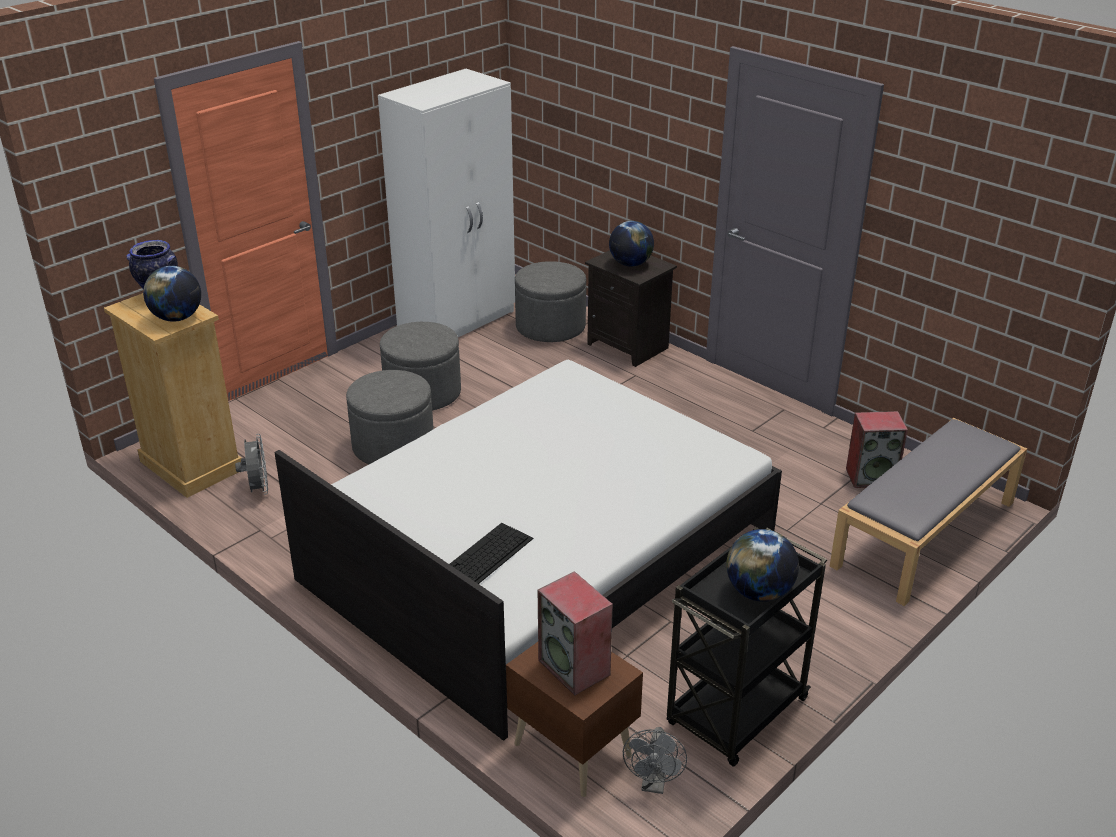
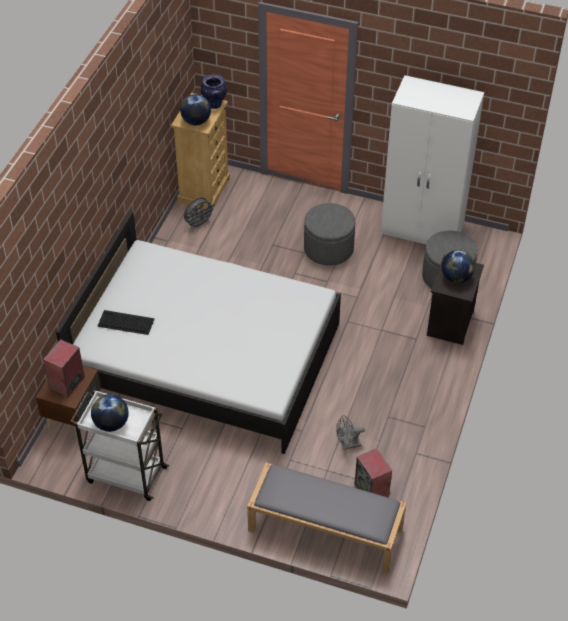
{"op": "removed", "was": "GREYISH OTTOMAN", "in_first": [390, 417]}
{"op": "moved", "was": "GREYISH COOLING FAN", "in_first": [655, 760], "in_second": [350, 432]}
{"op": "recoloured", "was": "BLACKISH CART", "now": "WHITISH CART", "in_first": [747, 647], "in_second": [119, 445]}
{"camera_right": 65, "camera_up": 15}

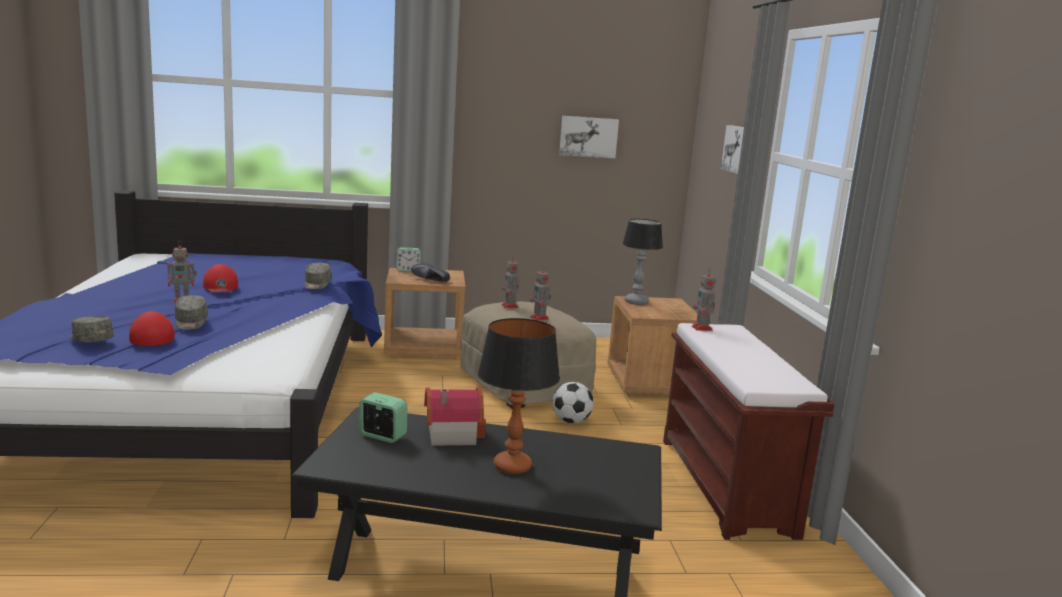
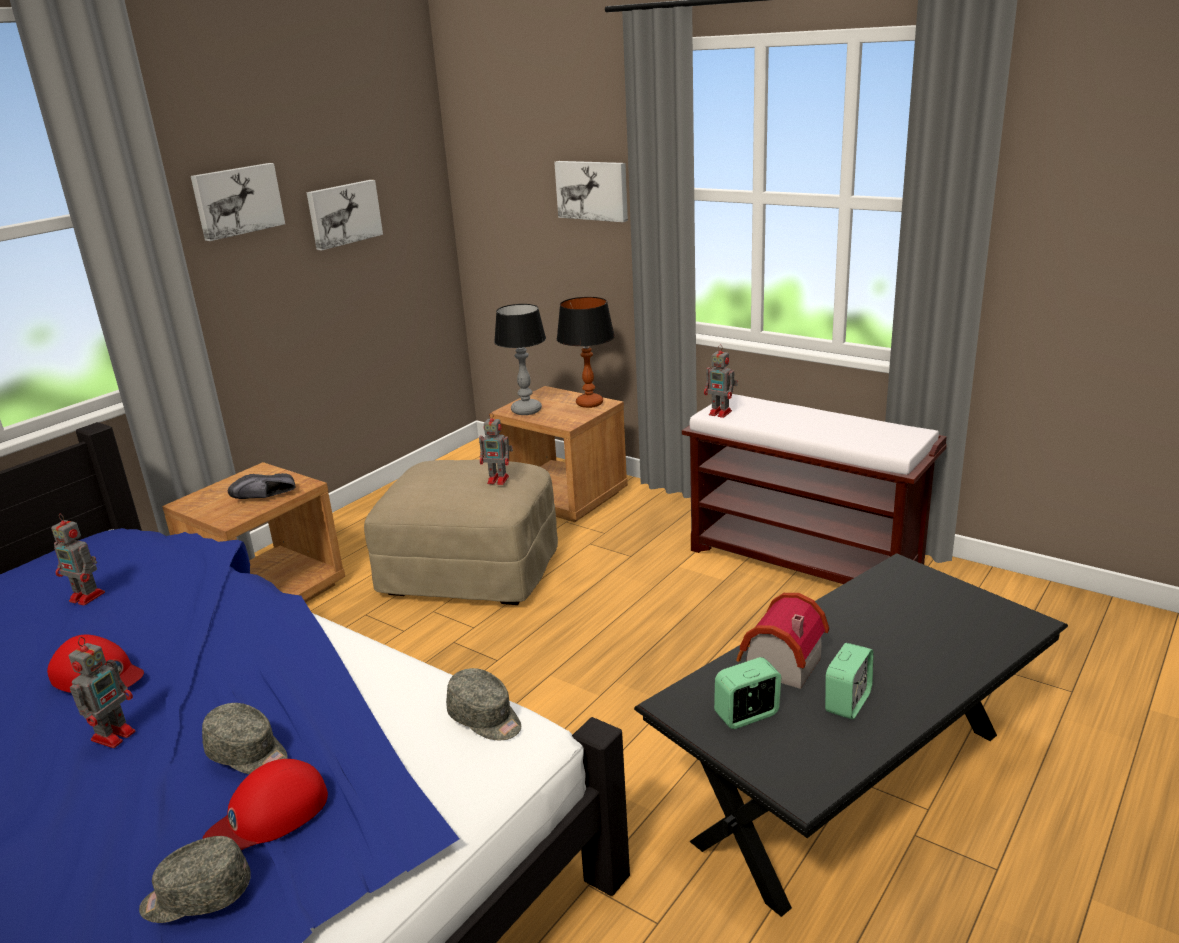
{"op": "turned", "was": "RED BASEBALL CAP", "in_first": [152, 328], "in_second": [265, 804], "clockwise": -60}
{"op": "moved", "was": "GREYISH BASEBALL CAP", "in_first": [317, 276], "in_second": [483, 704]}
{"op": "moved", "was": "ALARM CLOCK", "in_first": [408, 259], "in_second": [849, 681]}
{"op": "moved", "was": "TABLE LAMP", "in_first": [519, 396], "in_second": [586, 352]}
{"op": "moved", "was": "TOY ROBOT", "in_first": [510, 282], "in_second": [78, 559]}
{"op": "removed", "was": "FOOTBALL BALL", "in_first": [573, 402]}
{"op": "added", "now": "WALL ART", "in_second": [238, 202]}
{"camera_right": -45, "camera_up": 10}

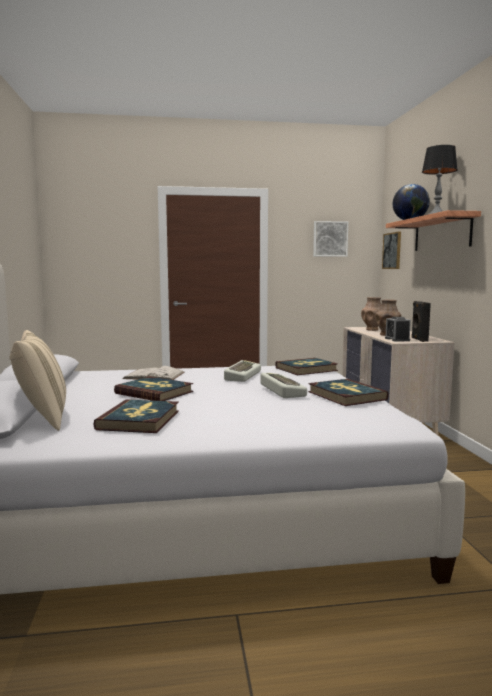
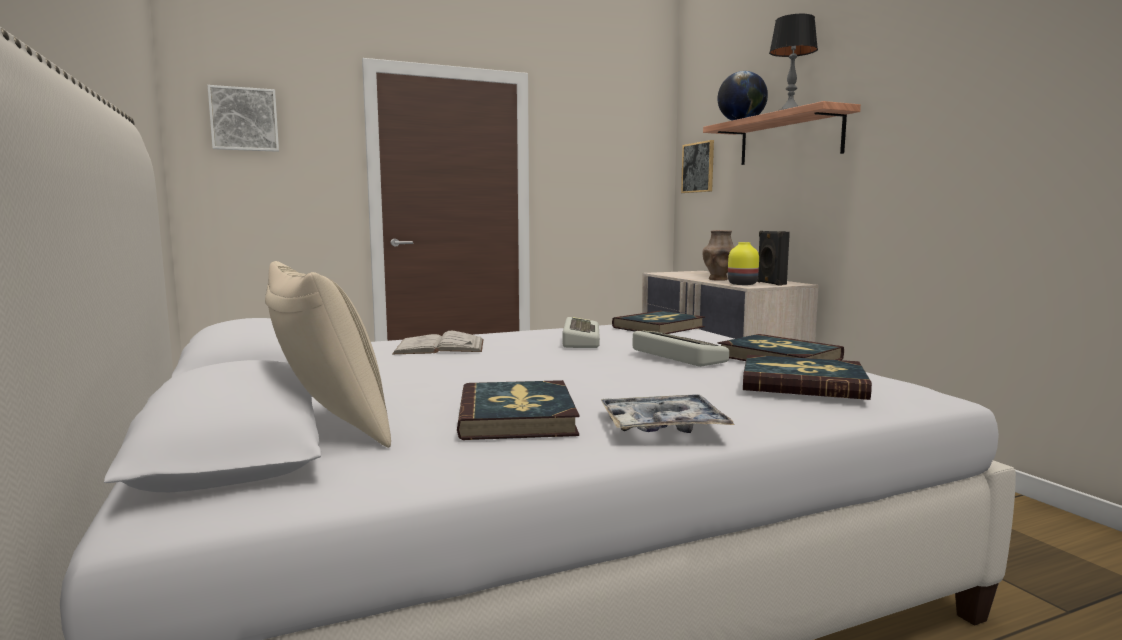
{"op": "moved", "was": "VOLUME", "in_first": [153, 389], "in_second": [807, 377]}
{"op": "moved", "was": "WALL ART", "in_first": [330, 239], "in_second": [243, 118]}
{"op": "removed", "was": "BROWN VASE", "in_first": [371, 314]}
{"op": "replaced", "was": "ALARM CLOCK", "now": "YELLOWISH VASE", "in_first": [398, 329], "in_second": [743, 263]}
{"op": "added", "now": "TRAY", "in_second": [667, 413]}
{"camera_right": -15, "camera_up": 0}

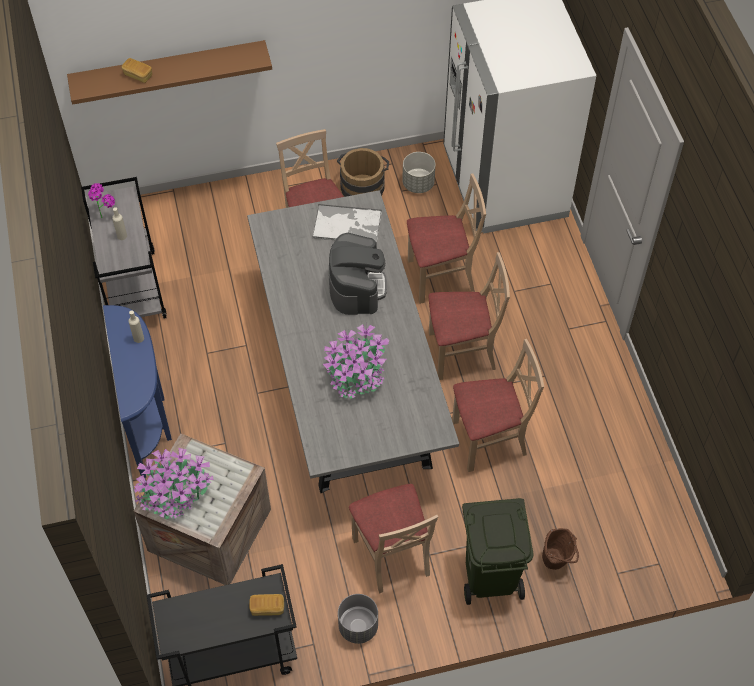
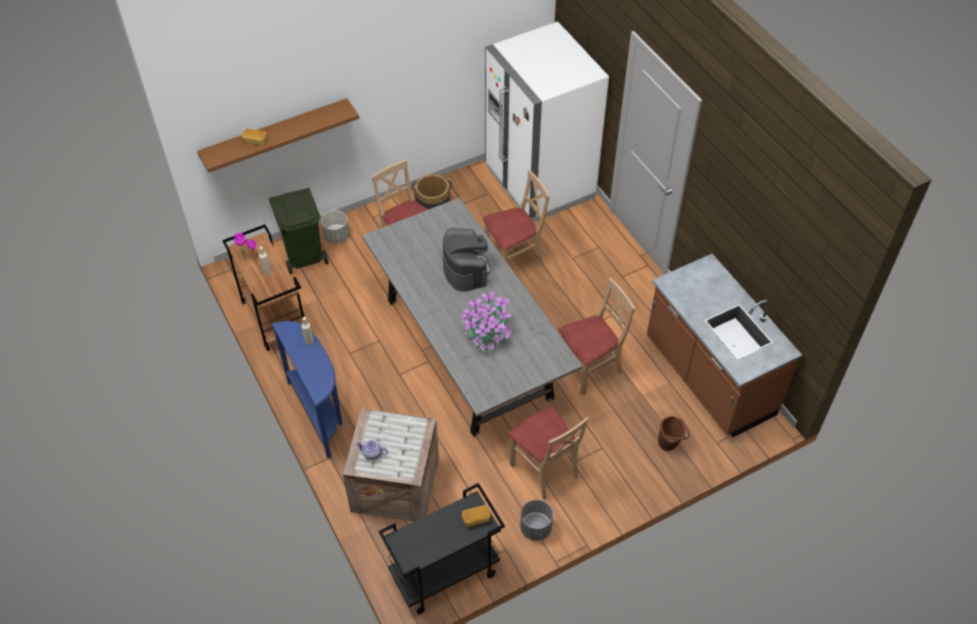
{"op": "recoloured", "was": "GREYISH CART", "now": "BROWN CART", "in_first": [124, 248], "in_second": [263, 287]}
{"op": "replaced", "was": "POTTED PLANT", "now": "TEA POT", "in_first": [174, 483], "in_second": [372, 450]}
{"op": "removed", "was": "TRAY", "in_first": [347, 224]}
{"op": "moved", "was": "GREYISH PLANTER", "in_first": [419, 172], "in_second": [335, 227]}
{"op": "removed", "was": "BEIGE-COLOURED PLAIN CHAIR", "in_first": [469, 316]}
{"op": "moved", "was": "GREENISH WASTE BIN", "in_first": [497, 551], "in_second": [298, 231]}
{"op": "added", "now": "BROWN COUNTER", "in_second": [724, 345]}
{"camera_right": -15, "camera_up": -5}

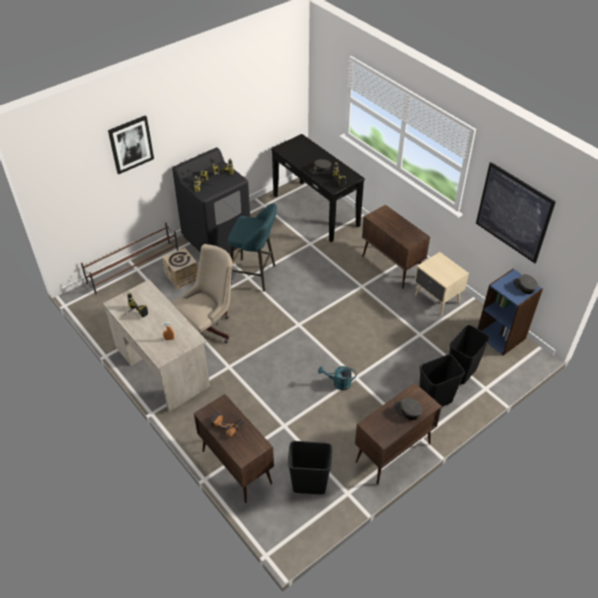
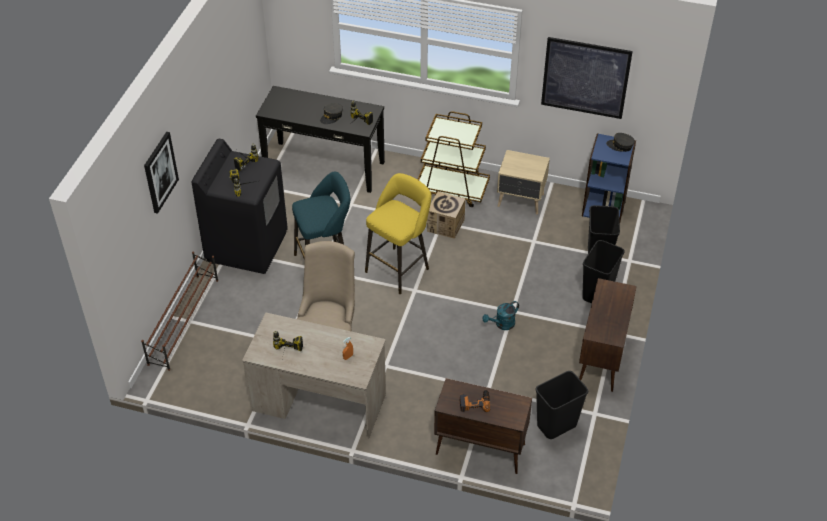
{"op": "moved", "was": "CARDBOARD BOX", "in_first": [180, 268], "in_second": [446, 215]}
{"op": "replaced", "was": "BROWN CABINET", "now": "BROWN CART", "in_first": [396, 247], "in_second": [453, 159]}
{"op": "removed", "was": "GREYISH BASEBALL CAP", "in_first": [408, 409]}
{"op": "added", "now": "YELLOWISH SITTING STOOL", "in_second": [398, 233]}
{"camera_right": -35, "camera_up": 0}

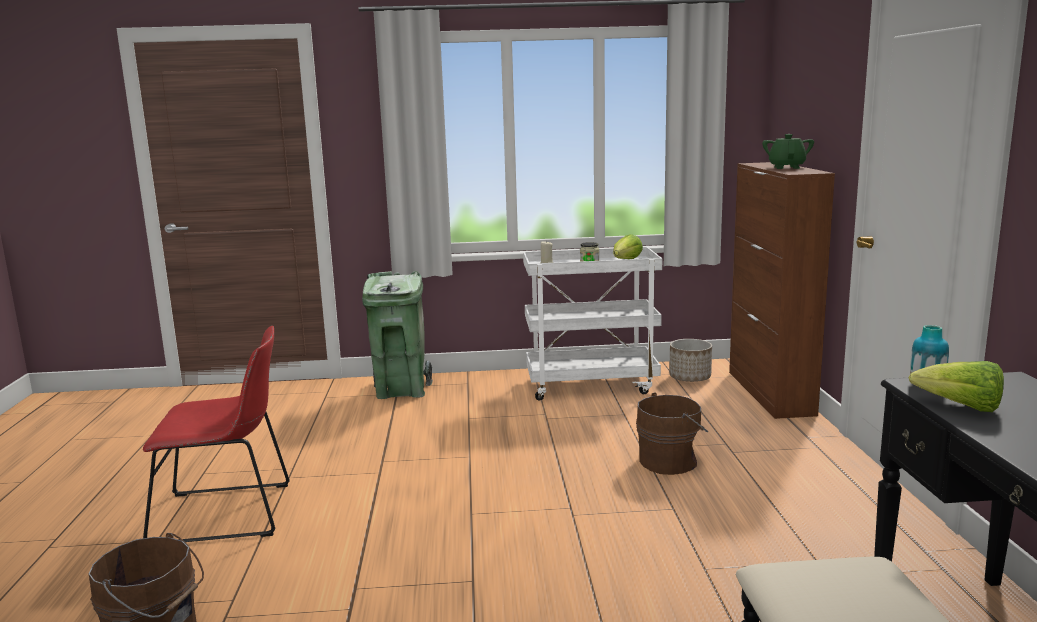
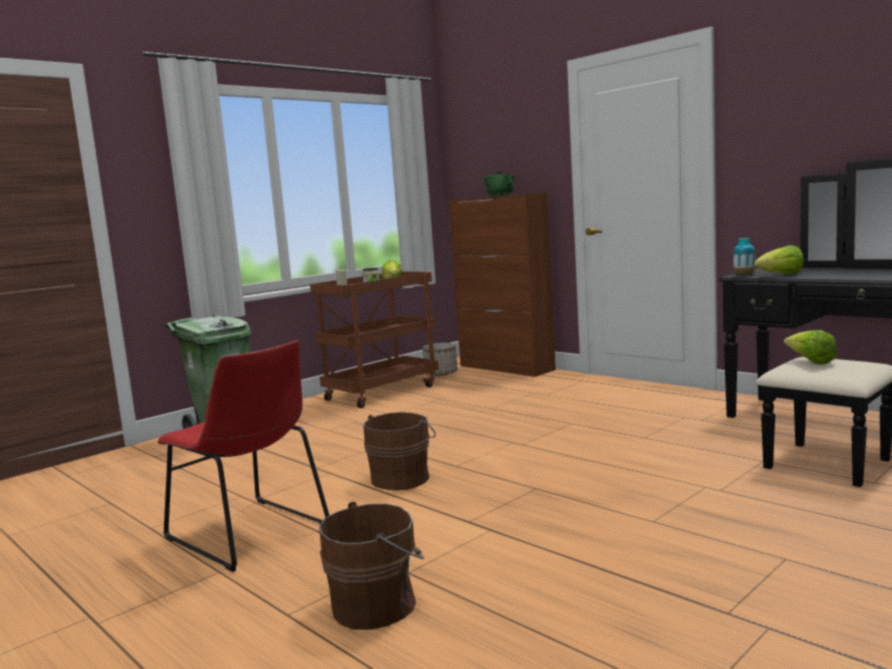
{"op": "turned", "was": "RED PLAIN CHAIR", "in_first": [216, 434], "in_second": [244, 456], "clockwise": 90}
{"op": "recoloured", "was": "WHITISH CART", "now": "BROWN CART", "in_first": [592, 323], "in_second": [374, 340]}
{"op": "moved", "was": "BROWN PAIL", "in_first": [672, 433], "in_second": [400, 451]}
{"op": "added", "now": "HEAD OF LETTUCE", "in_second": [810, 347]}
{"camera_right": -40, "camera_up": -5}

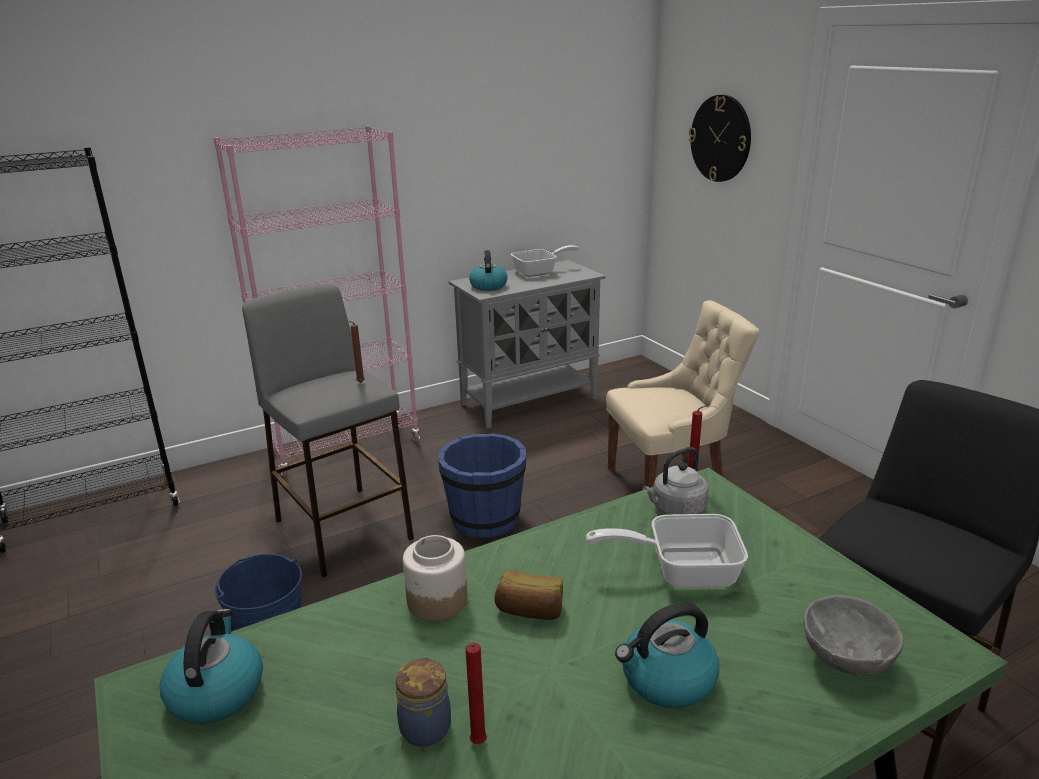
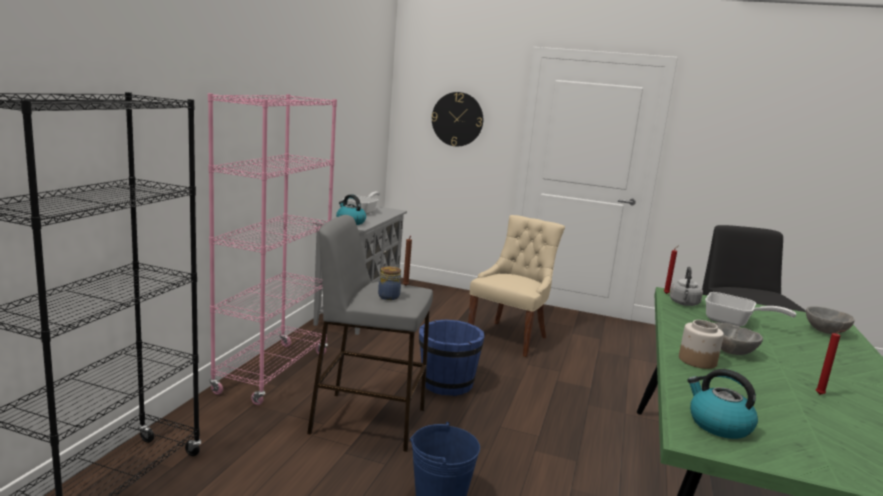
{"op": "moved", "was": "PRESERVE JAR", "in_first": [423, 702], "in_second": [389, 283]}
{"op": "replaced", "was": "BAKED BREAD", "now": "GREYISH SERVING BOWL", "in_first": [528, 595], "in_second": [738, 339]}
{"op": "turned", "was": "FRYING PAN", "in_first": [667, 551], "in_second": [750, 309], "clockwise": -105}
{"op": "removed", "was": "KETTLE", "in_first": [667, 655]}
{"camera_right": -45, "camera_up": -10}

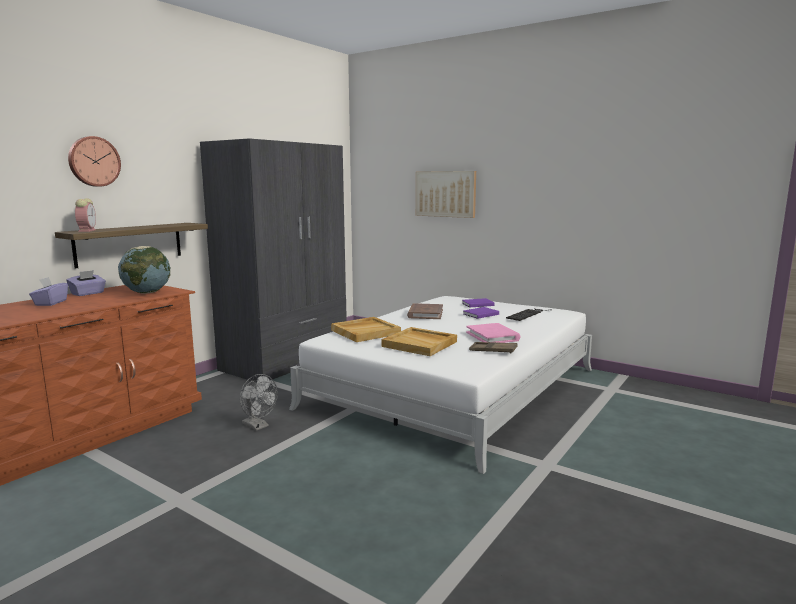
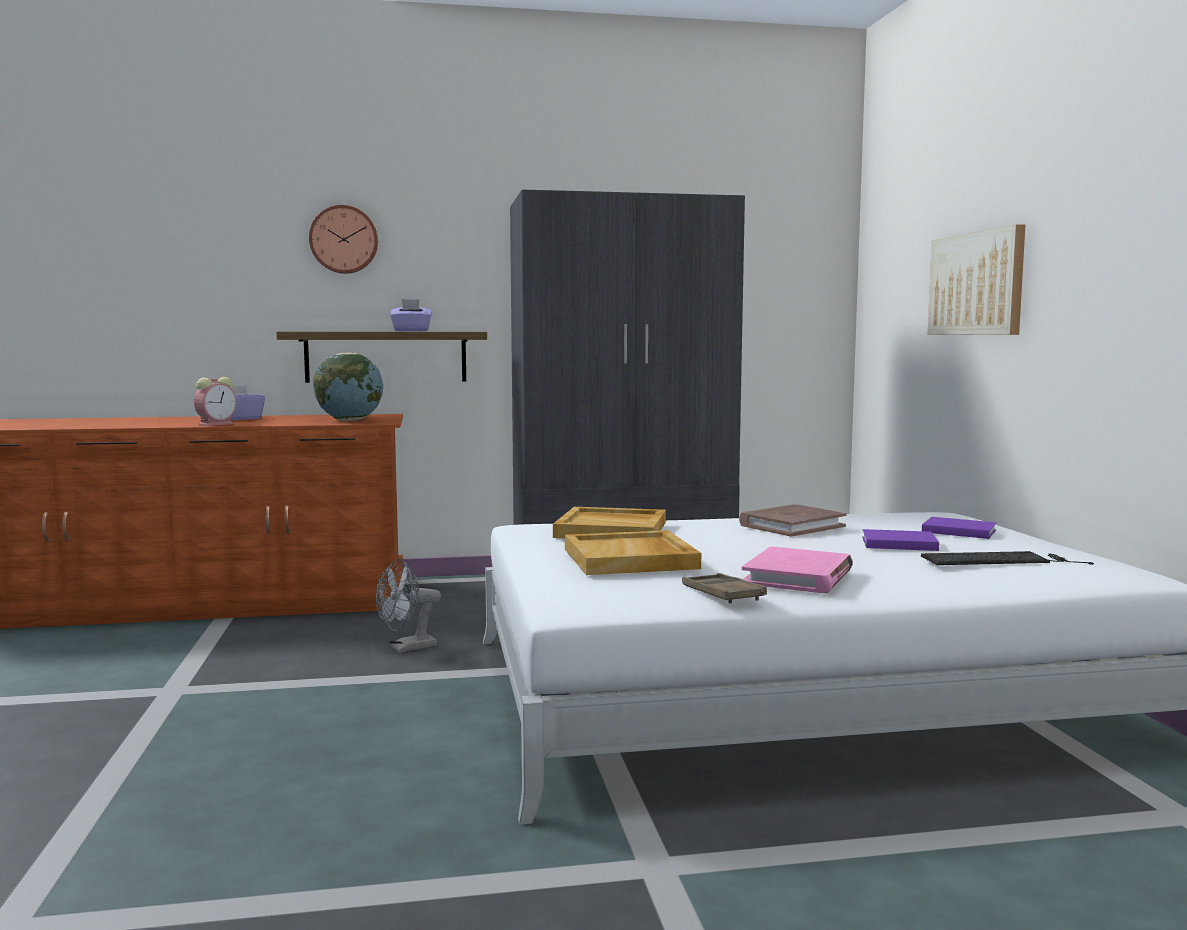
{"op": "moved", "was": "PURPLE-COLOURED TISSUE HOLDER", "in_first": [86, 283], "in_second": [411, 315]}
{"op": "moved", "was": "ALARM CLOCK", "in_first": [85, 215], "in_second": [215, 401]}
{"op": "turned", "was": "GREYISH COOLING FAN", "in_first": [259, 402], "in_second": [408, 606], "clockwise": 60}
{"camera_right": 45, "camera_up": -5}

